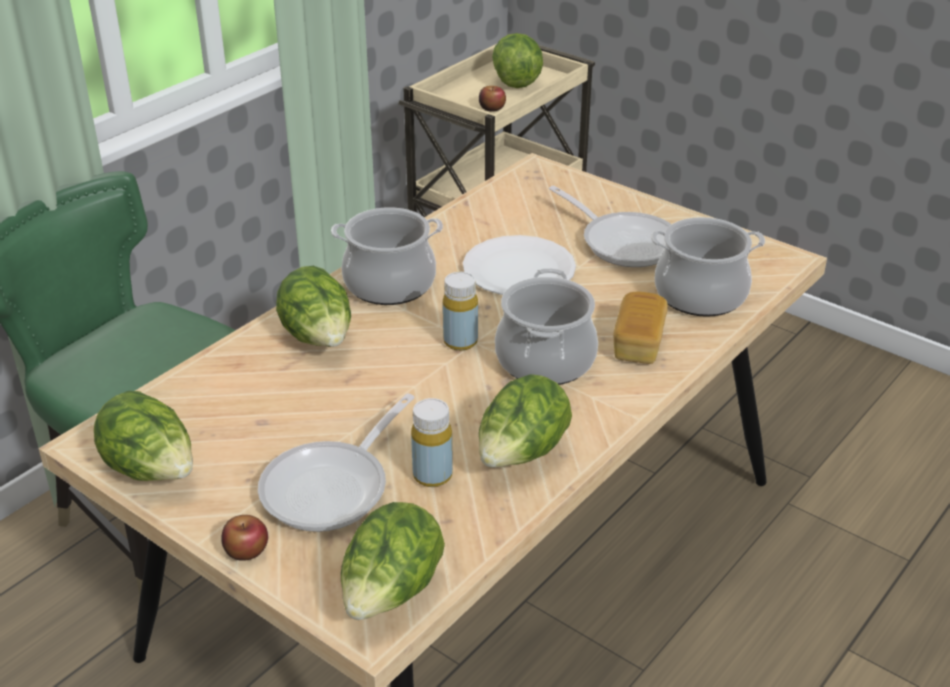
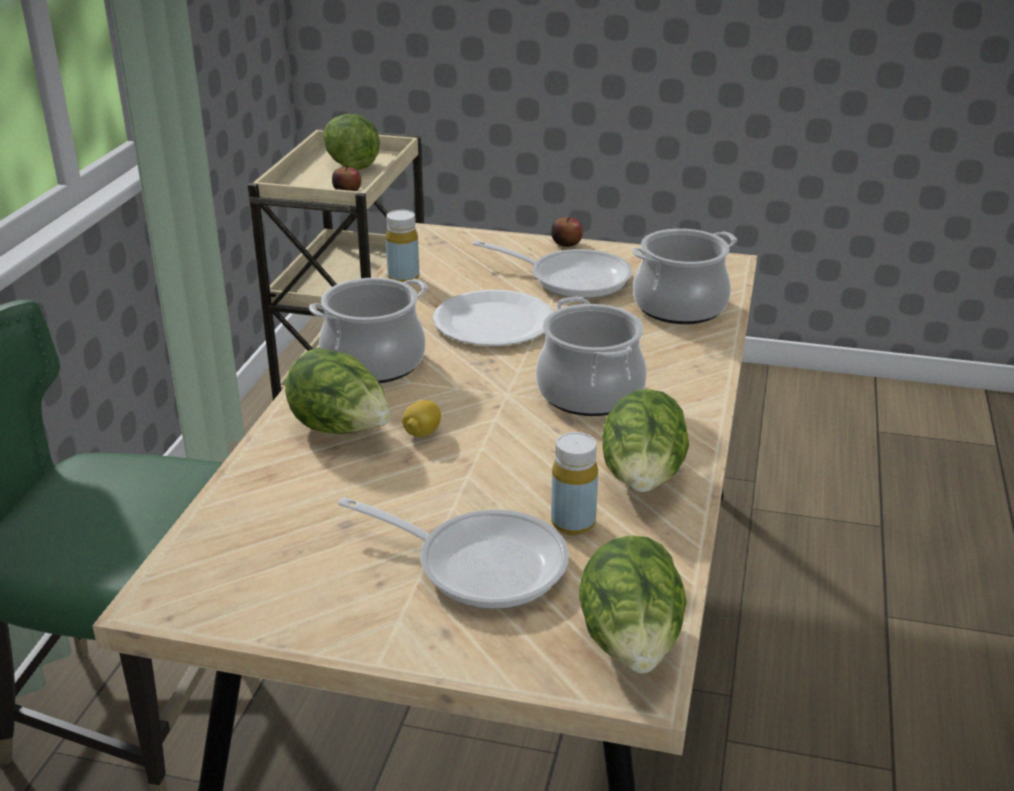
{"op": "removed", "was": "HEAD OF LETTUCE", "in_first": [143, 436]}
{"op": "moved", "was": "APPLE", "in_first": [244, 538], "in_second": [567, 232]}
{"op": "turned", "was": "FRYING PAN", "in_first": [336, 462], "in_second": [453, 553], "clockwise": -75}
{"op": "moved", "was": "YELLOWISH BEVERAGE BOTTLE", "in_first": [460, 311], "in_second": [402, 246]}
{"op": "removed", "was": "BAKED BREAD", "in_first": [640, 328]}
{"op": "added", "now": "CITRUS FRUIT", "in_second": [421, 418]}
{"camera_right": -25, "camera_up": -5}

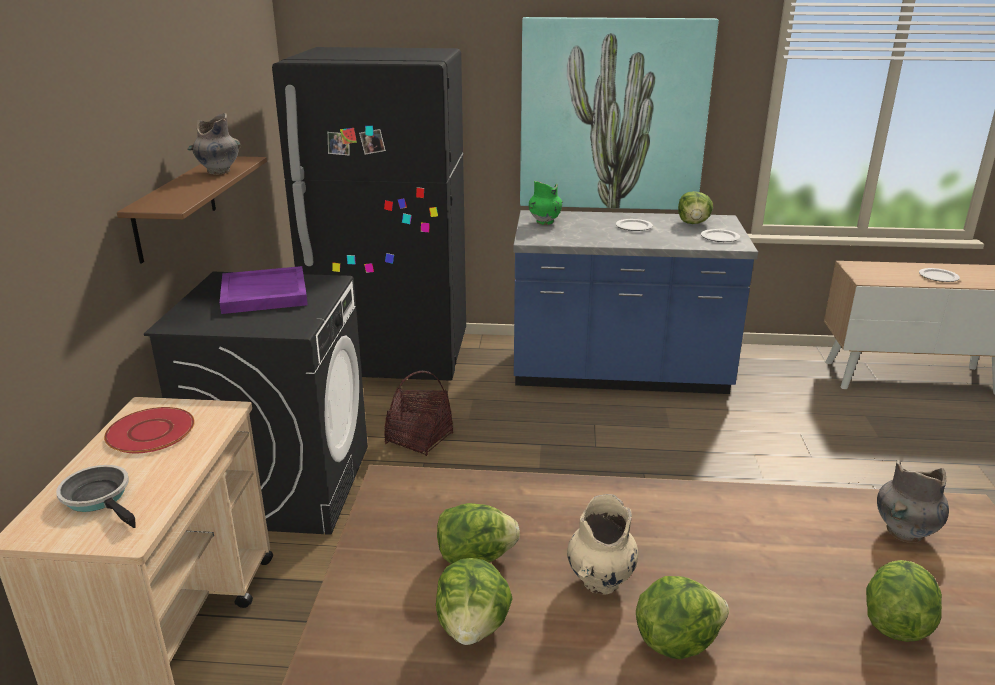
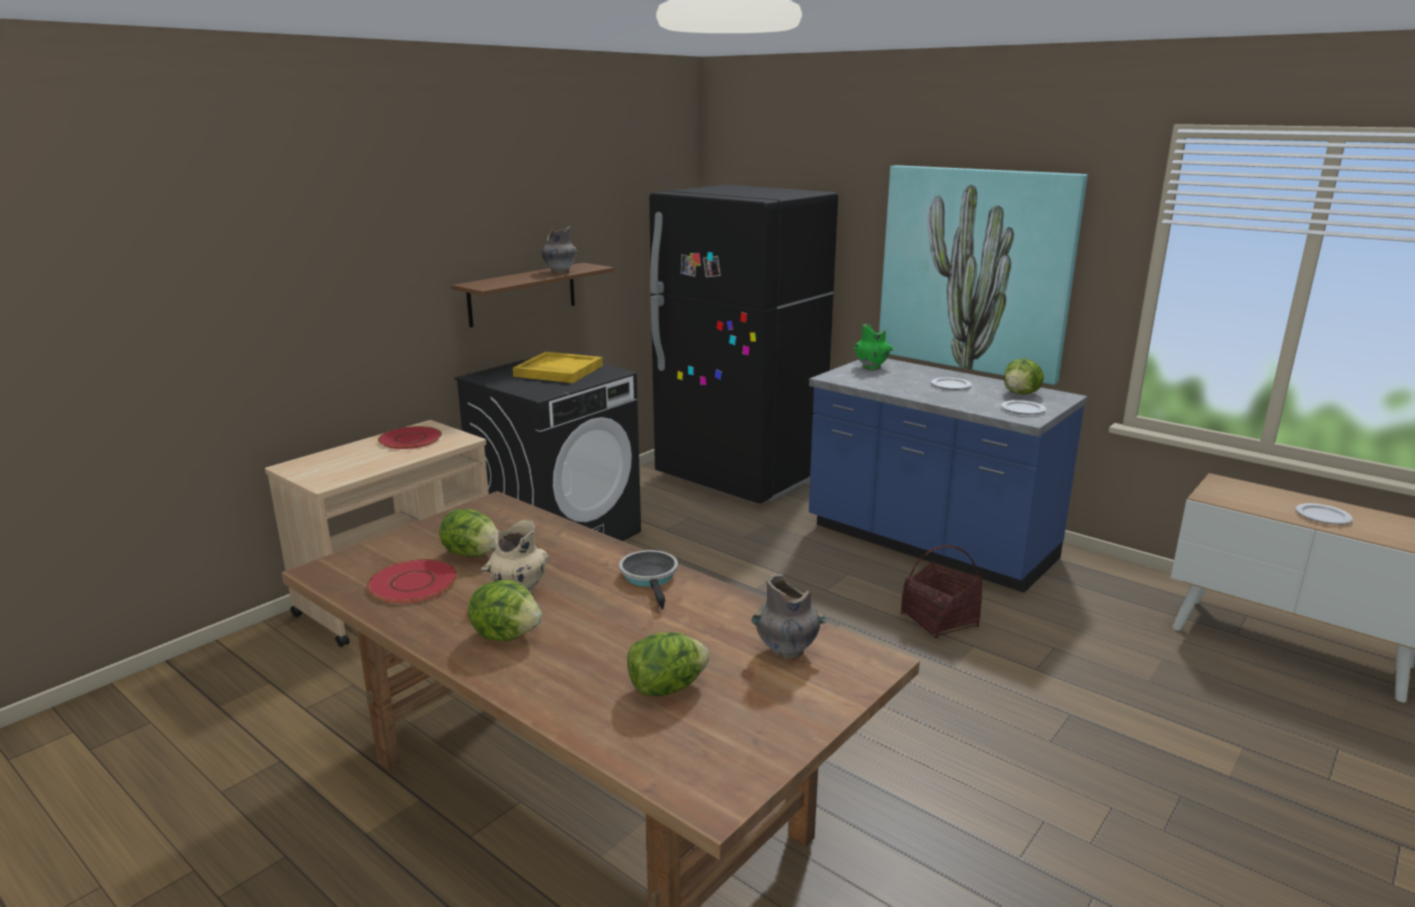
{"op": "moved", "was": "FRYING PAN", "in_first": [96, 496], "in_second": [648, 579]}
{"op": "recoloured", "was": "PURPLE-COLOURED TRAY", "now": "YELLOWISH TRAY", "in_first": [264, 290], "in_second": [558, 367]}
{"op": "moved", "was": "HOUSEHOLD BASKET", "in_first": [418, 413], "in_second": [941, 592]}
{"op": "replaced", "was": "HEAD OF LETTUCE", "now": "RED DINNER PLATE", "in_first": [474, 601], "in_second": [412, 581]}
{"camera_right": 35, "camera_up": -5}

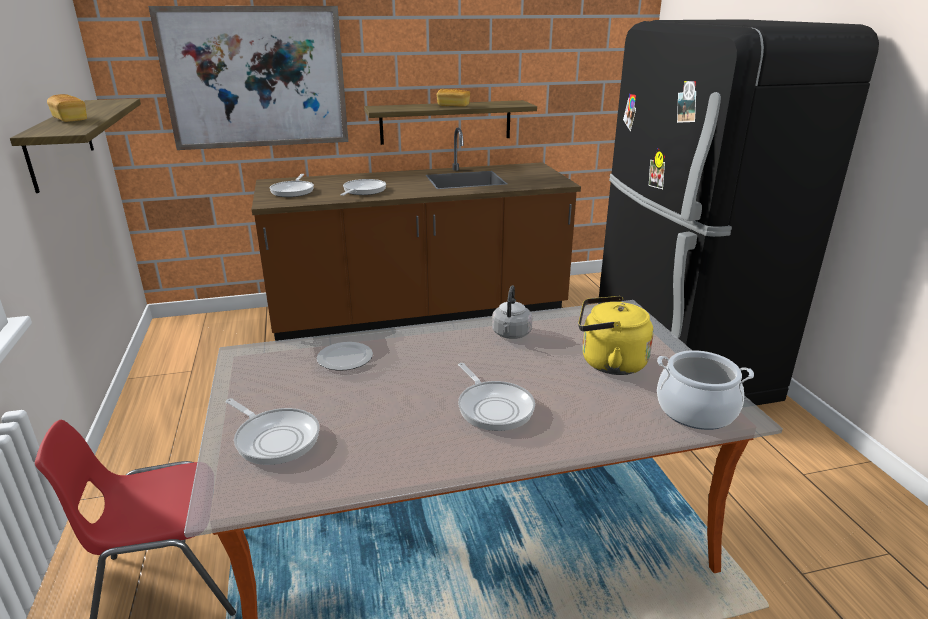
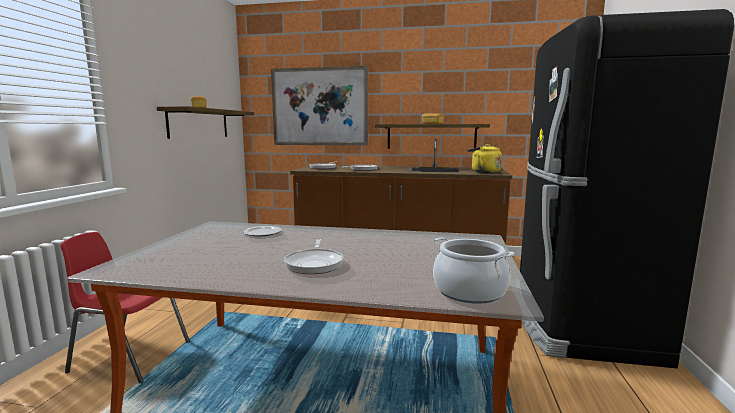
{"op": "removed", "was": "FRYING PAN", "in_first": [272, 431]}
{"op": "removed", "was": "GREYISH KETTLE", "in_first": [512, 312]}
{"op": "moved", "was": "YELLOWISH KETTLE", "in_first": [616, 335], "in_second": [484, 158]}
{"camera_right": 25, "camera_up": -15}

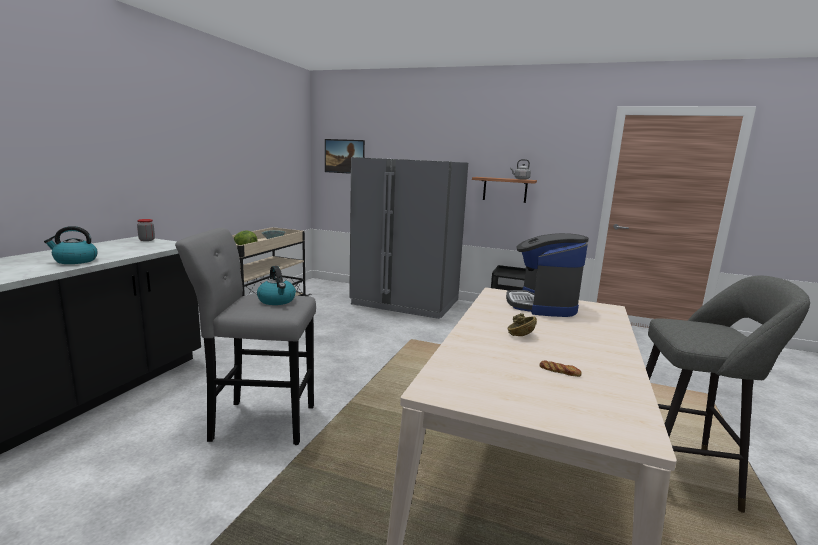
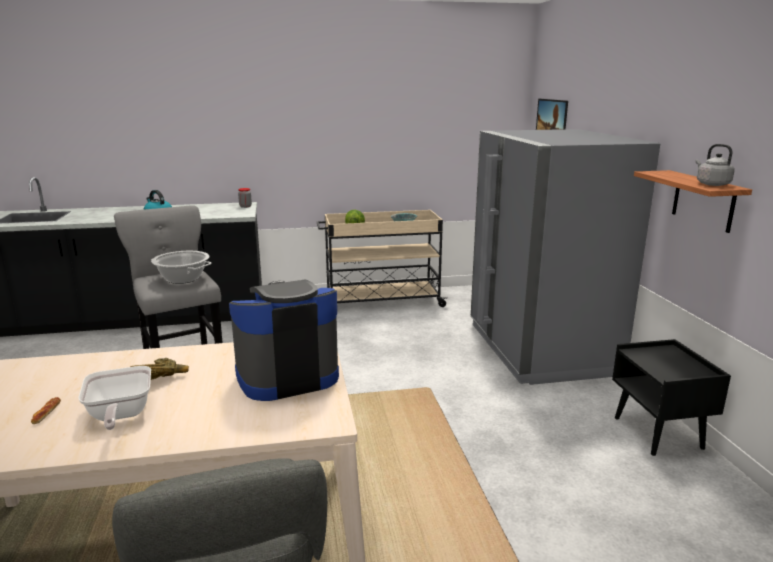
{"op": "replaced", "was": "KETTLE", "now": "STOCKPOT", "in_first": [276, 285], "in_second": [181, 267]}
{"op": "added", "now": "FRYING PAN", "in_second": [114, 398]}
{"camera_right": 60, "camera_up": 5}

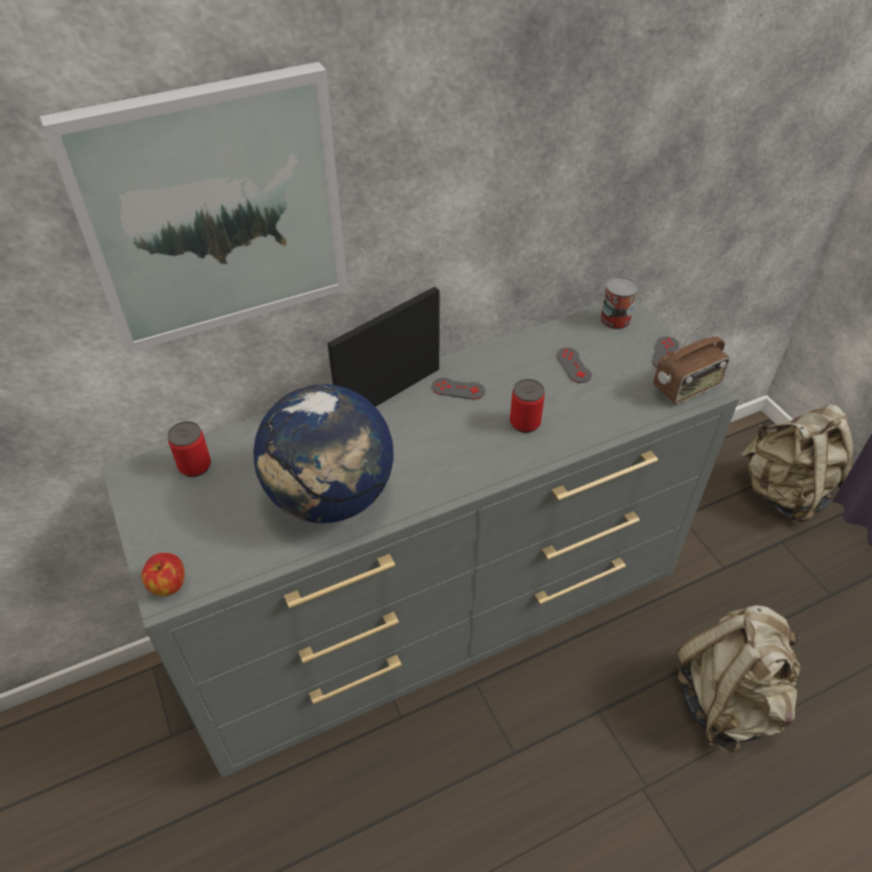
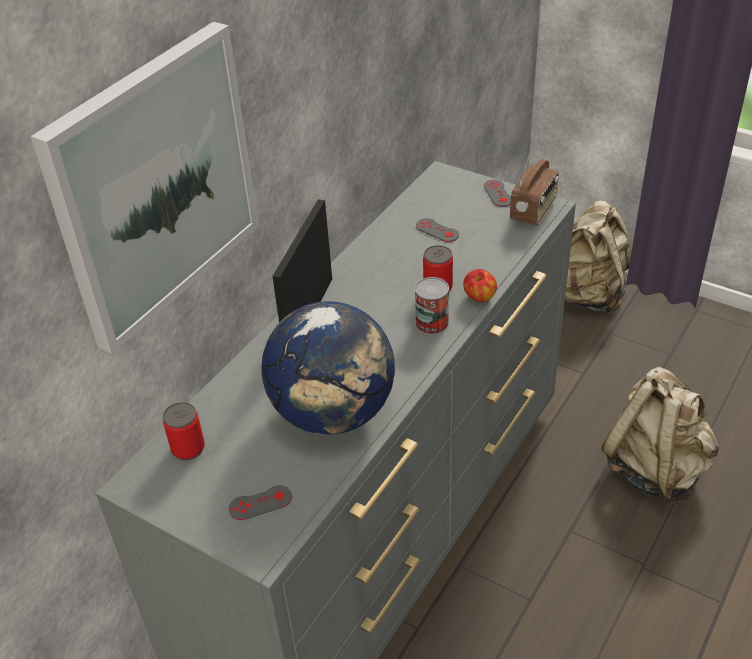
{"op": "moved", "was": "APPLE", "in_first": [163, 574], "in_second": [480, 285]}
{"op": "moved", "was": "GREYISH GAME CONTROLLER", "in_first": [458, 389], "in_second": [260, 502]}
{"op": "moved", "was": "CAN", "in_first": [619, 303], "in_second": [432, 306]}
{"camera_right": -30, "camera_up": -5}

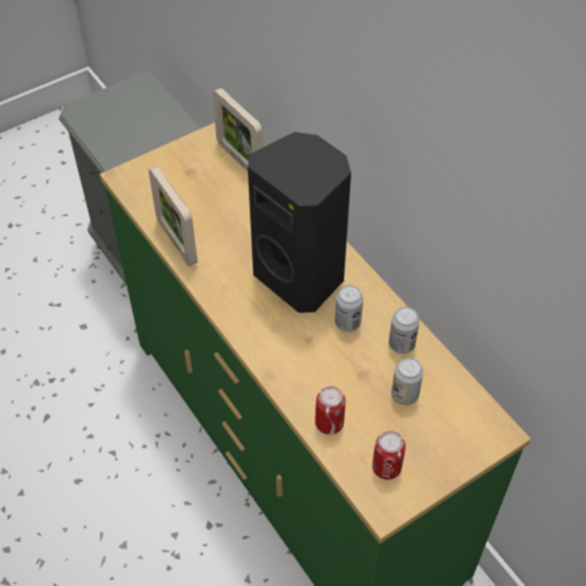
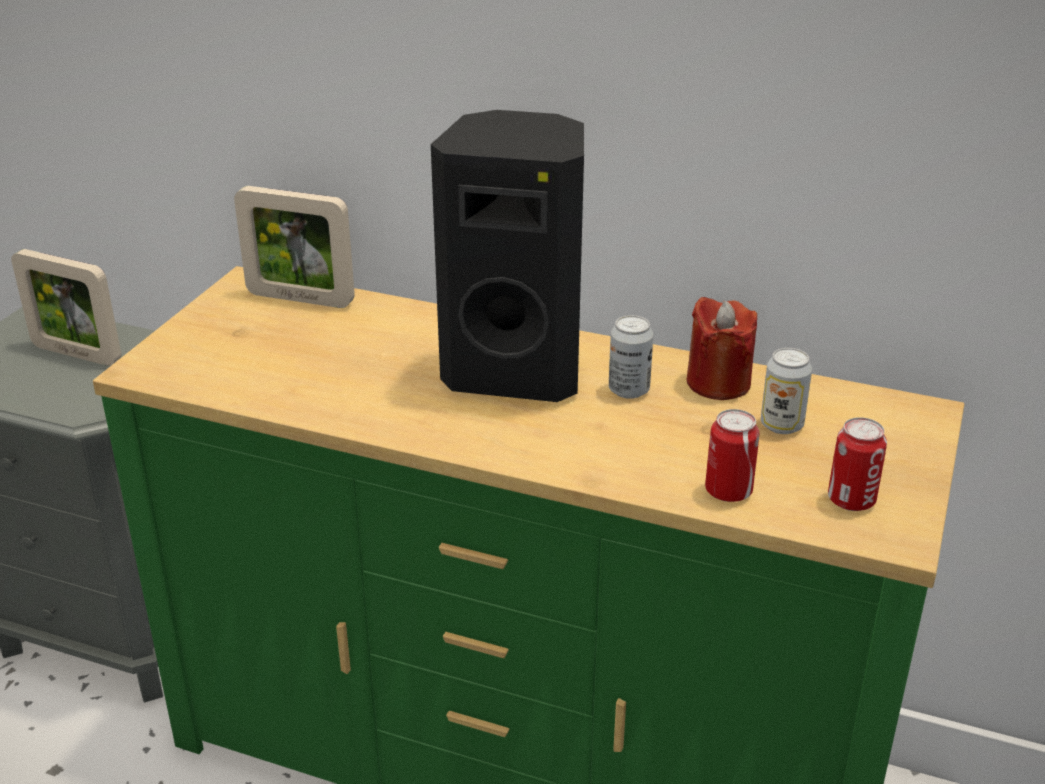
{"op": "moved", "was": "STANDING FRAME", "in_first": [173, 216], "in_second": [66, 307]}
{"op": "replaced", "was": "CAN", "now": "RED WAX CANDLE", "in_first": [404, 330], "in_second": [721, 348]}
{"camera_right": -35, "camera_up": -20}

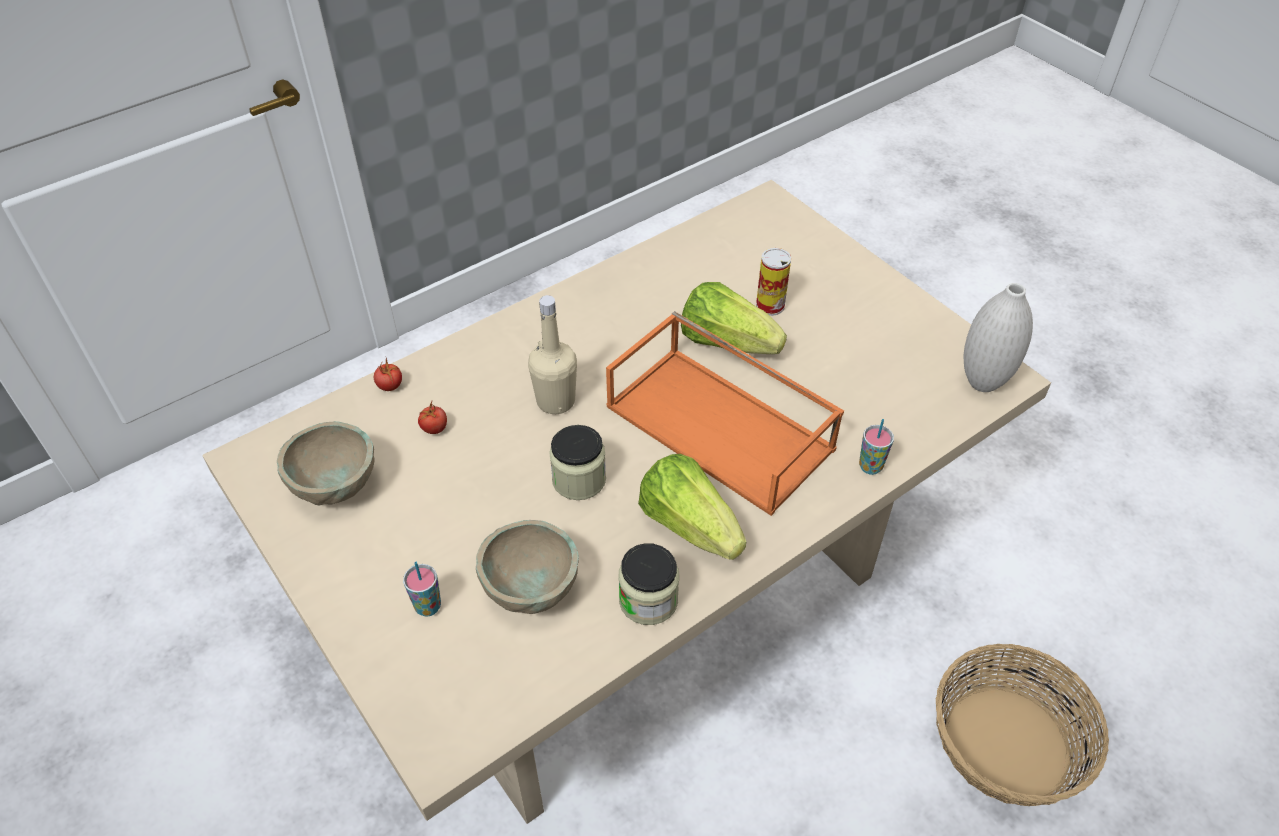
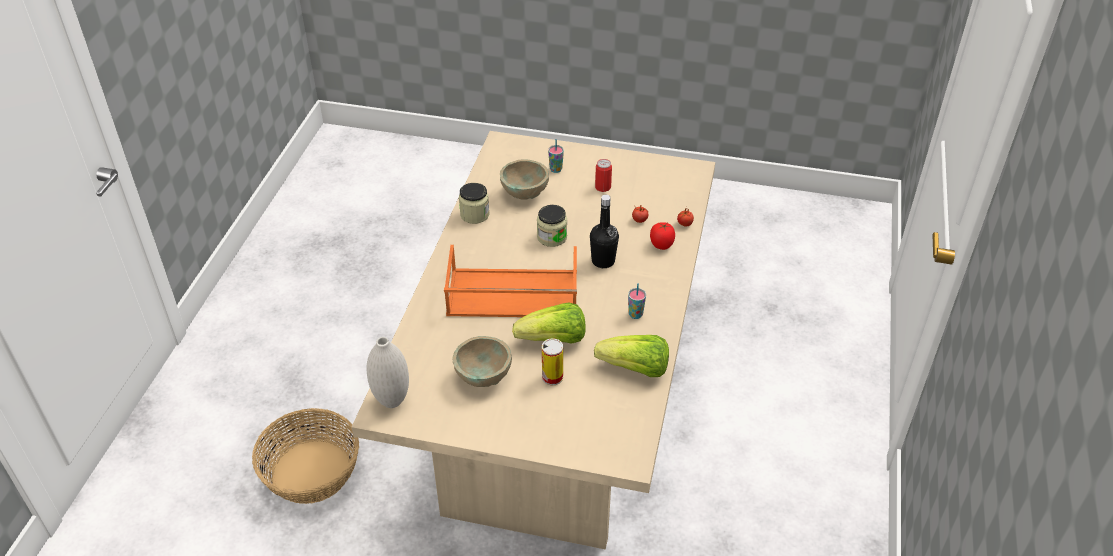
{"op": "moved", "was": "BEIGE-COLOURED SERVING BOWL", "in_first": [326, 463], "in_second": [482, 361]}
{"op": "recoloured", "was": "BEIGE-COLOURED BEVERAGE BOTTLE", "now": "BLACKISH BEVERAGE BOTTLE", "in_first": [552, 354], "in_second": [604, 231]}
{"op": "moved", "was": "HEAD OF LETTUCE", "in_first": [692, 507], "in_second": [631, 356]}
{"op": "moved", "was": "CUP", "in_first": [876, 447], "in_second": [637, 301]}
{"op": "added", "now": "CAN", "in_second": [603, 175]}
{"op": "added", "now": "WHOLE TOMATO", "in_second": [662, 236]}
{"camera_right": 140, "camera_up": -5}

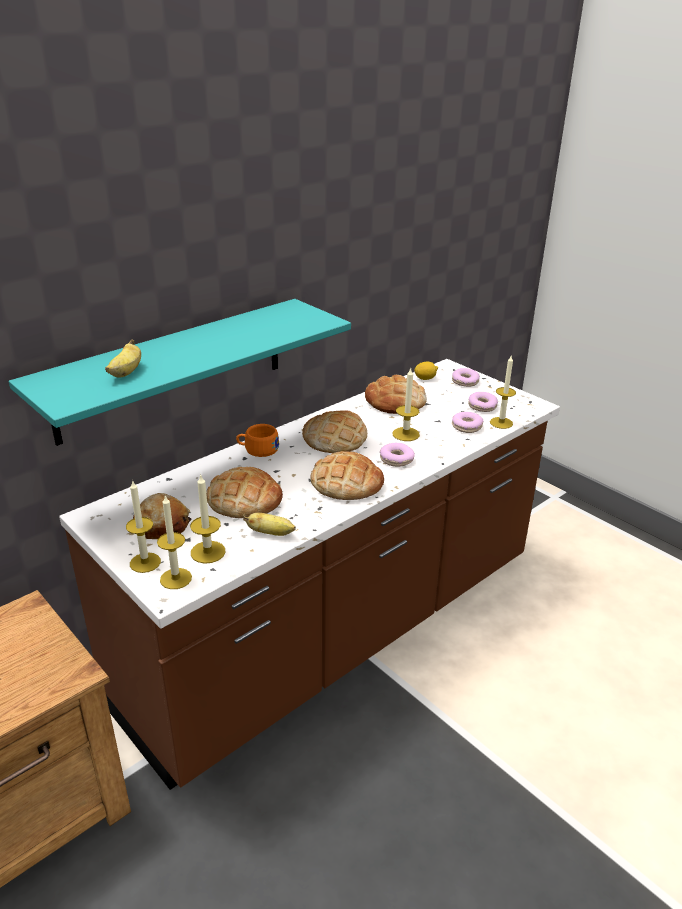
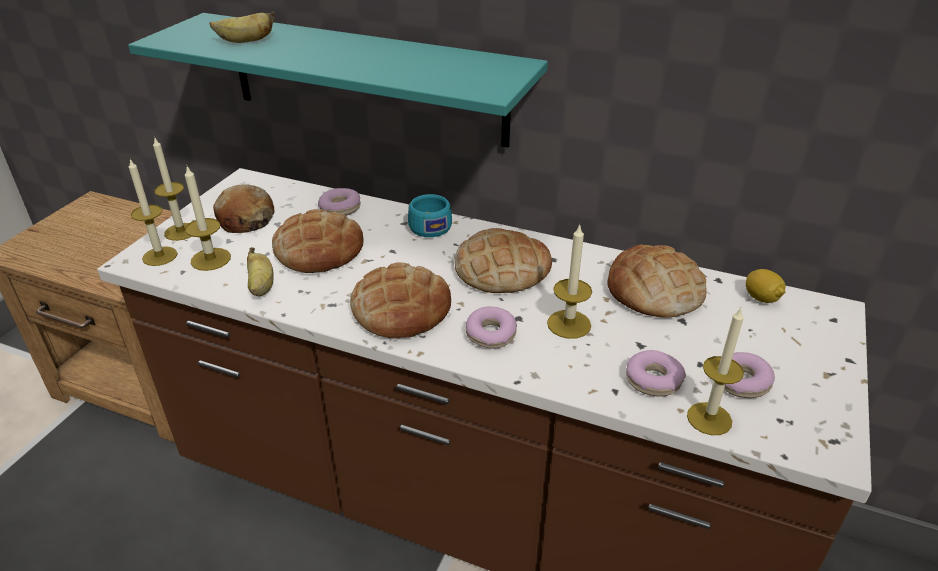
{"op": "recoloured", "was": "ORANGEY CUP", "now": "TURQUOISE CUP", "in_first": [257, 440], "in_second": [430, 215]}
{"op": "moved", "was": "DONUT", "in_first": [466, 377], "in_second": [339, 202]}
{"camera_right": 65, "camera_up": 5}

